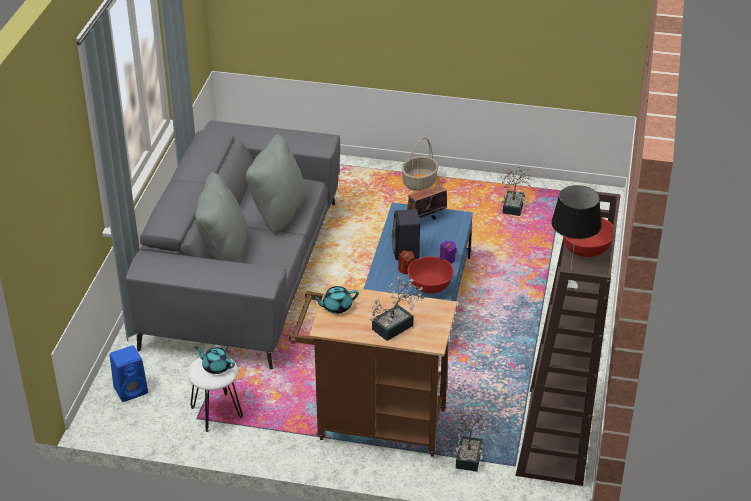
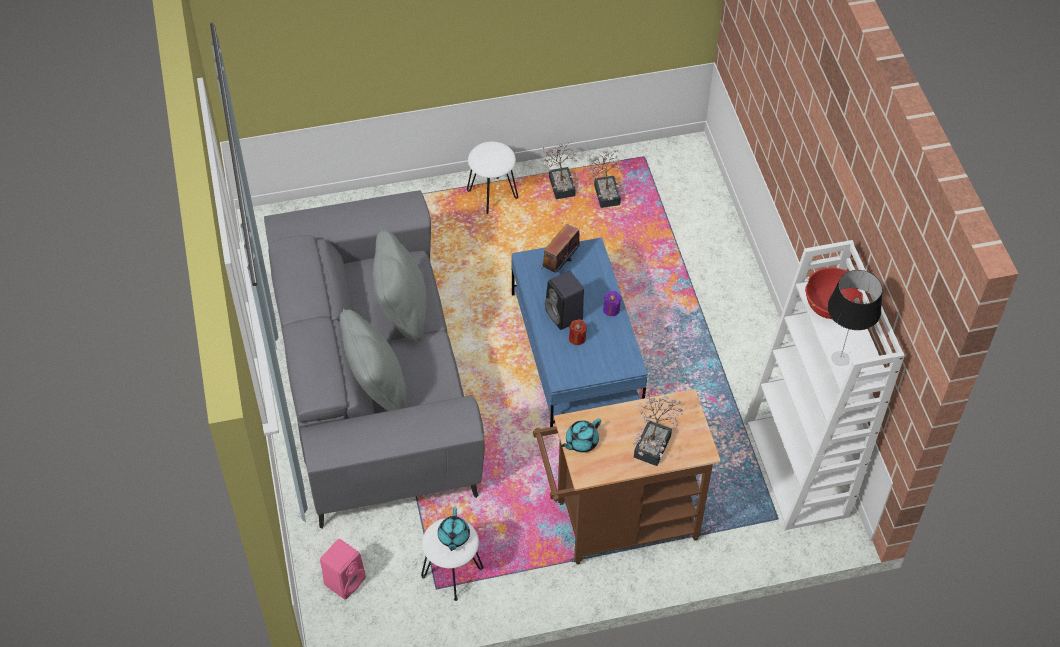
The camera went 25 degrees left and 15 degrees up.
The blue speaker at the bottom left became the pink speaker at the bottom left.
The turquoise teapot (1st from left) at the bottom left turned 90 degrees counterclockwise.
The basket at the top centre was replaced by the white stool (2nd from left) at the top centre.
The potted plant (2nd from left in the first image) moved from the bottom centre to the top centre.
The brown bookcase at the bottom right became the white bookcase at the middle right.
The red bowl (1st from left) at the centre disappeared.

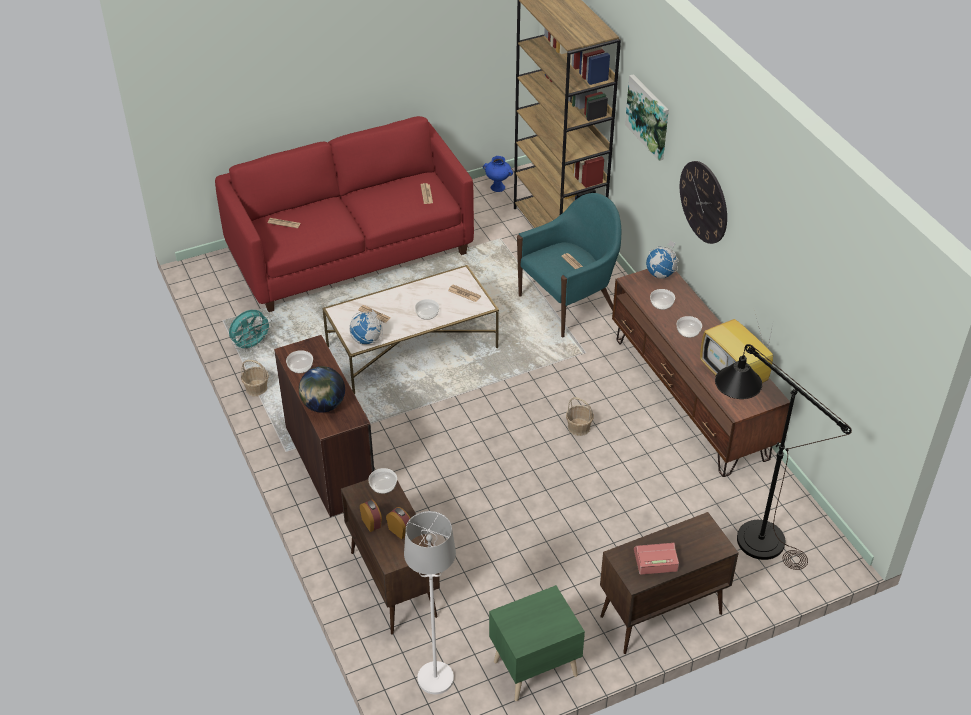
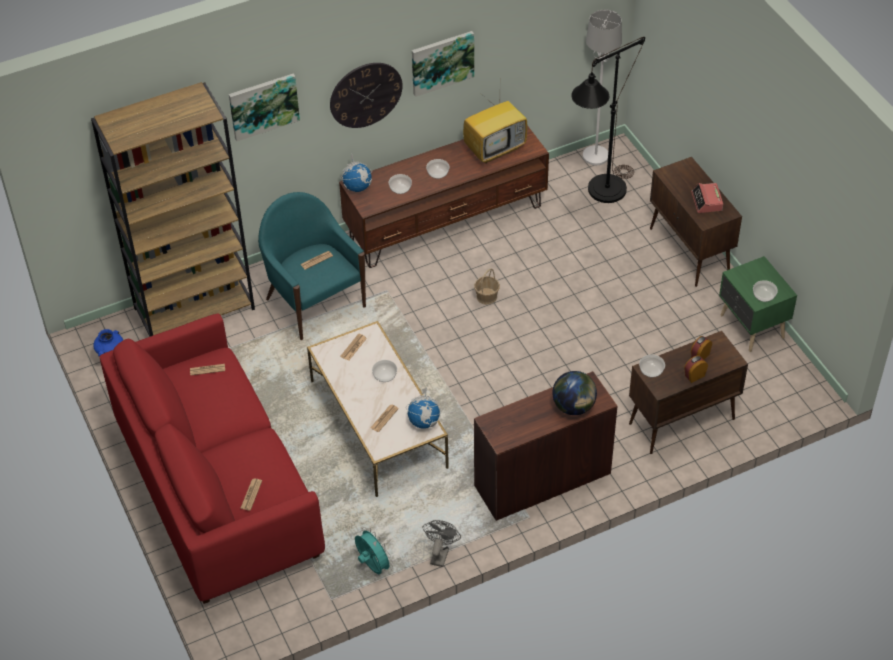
The camera went 90 degrees left and 5 degrees up.
The picture (2nd from left) at the top centre appeared.
The basket (1st from left) at the middle left was replaced by the grey fan at the bottom centre.
The white floor lamp moved from the bottom centre to the top right.
The bowl (1st from left in the first image) moved from the middle left to the middle right.

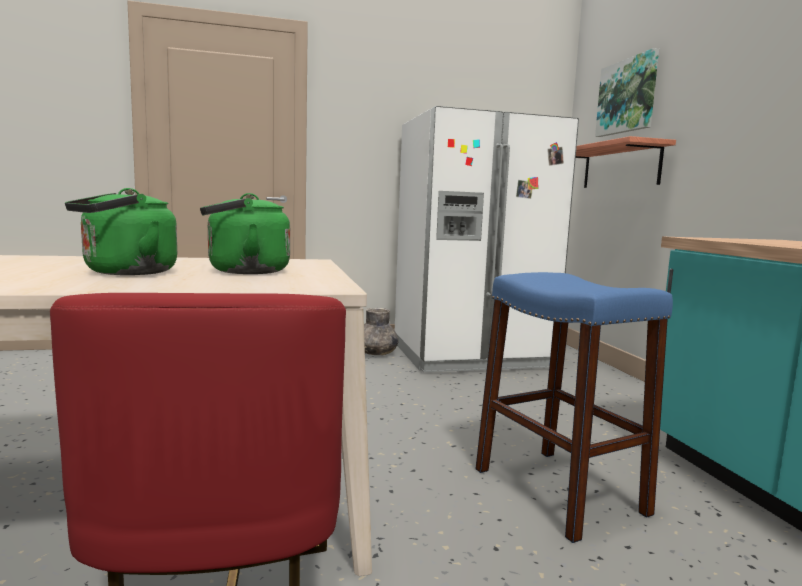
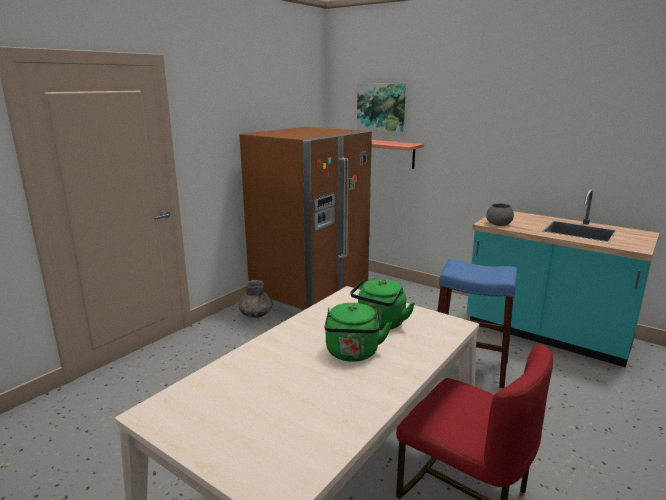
The camera went 40 degrees left and 10 degrees up.
The white fridge at the centre became the brown fridge at the centre.
The grey bowl at the middle right appeared.

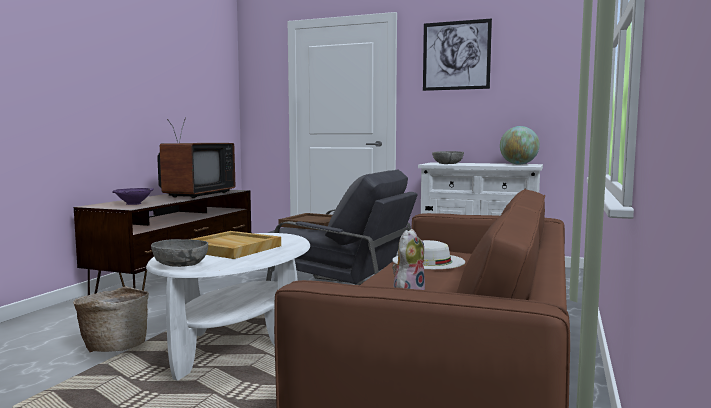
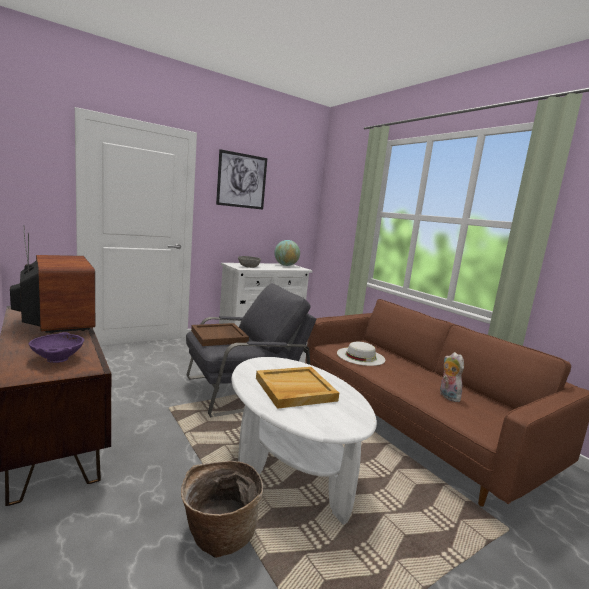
The camera went 55 degrees left and 5 degrees up.
The grey bowl (1st from left) at the middle left disappeared.

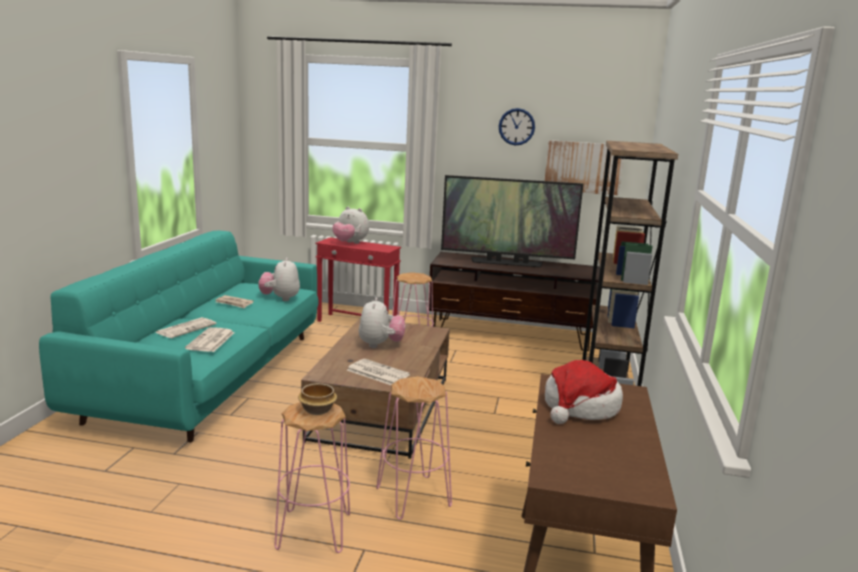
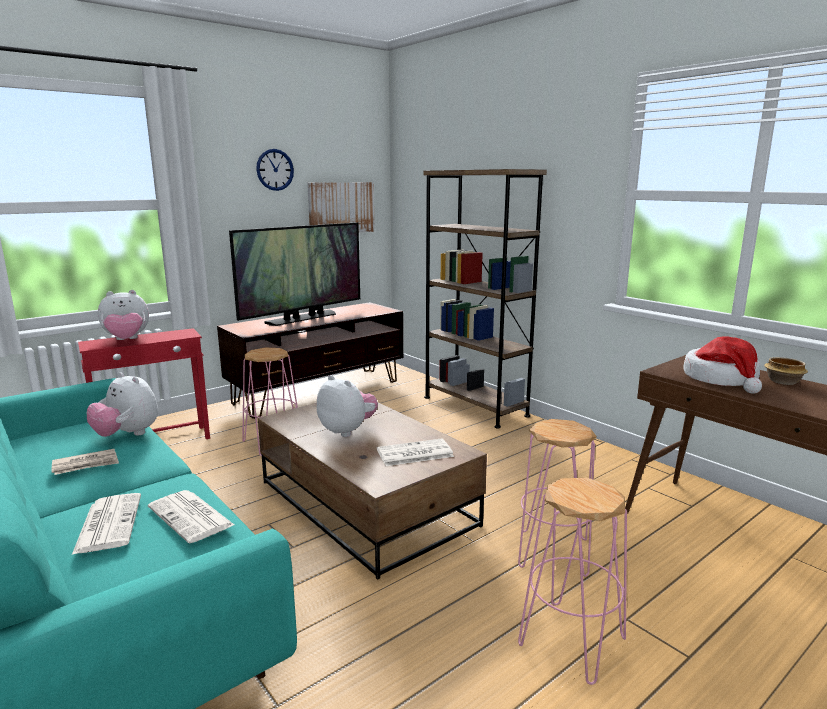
The camera went 50 degrees left and 0 degrees up.
The bowl moved from the bottom centre to the middle right.

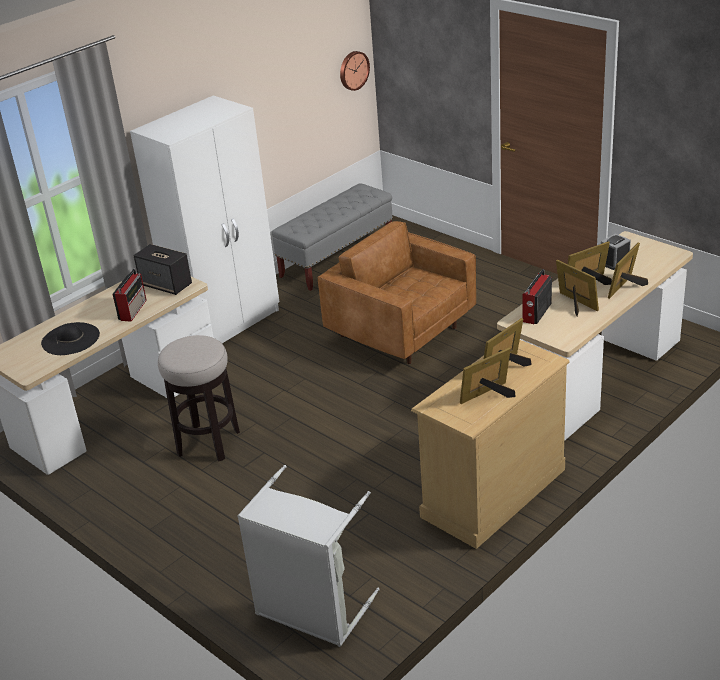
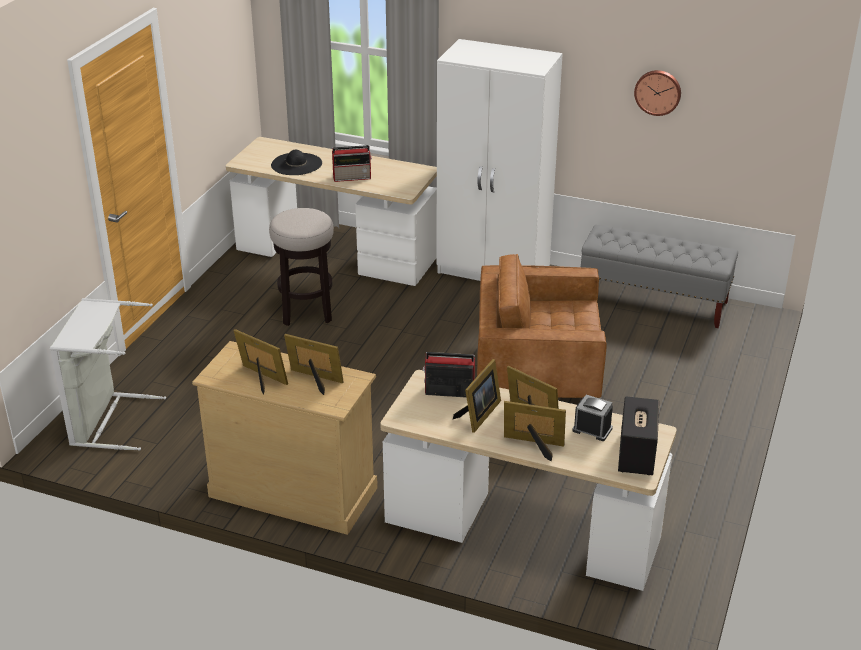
The camera went 65 degrees right and 0 degrees up.
The brown armchair at the centre turned 105 degrees counterclockwise.
The speaker moved from the middle left to the bottom right.
The wall clock moved from the top centre to the top right.

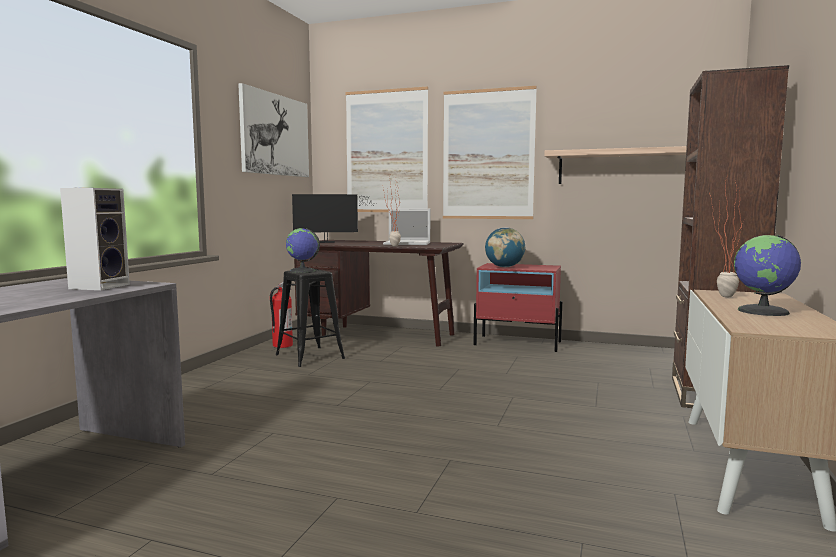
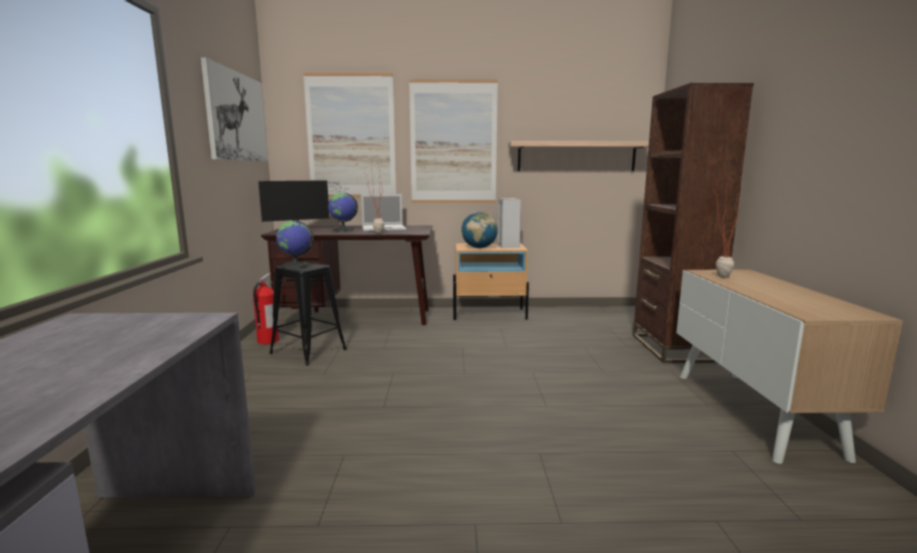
The camera went 20 degrees left and 5 degrees up.
The globe (3rd from left in the first image) moved from the middle right to the centre.
The red nightstand at the centre became the beige nightstand at the centre.
The speaker moved from the middle left to the centre.

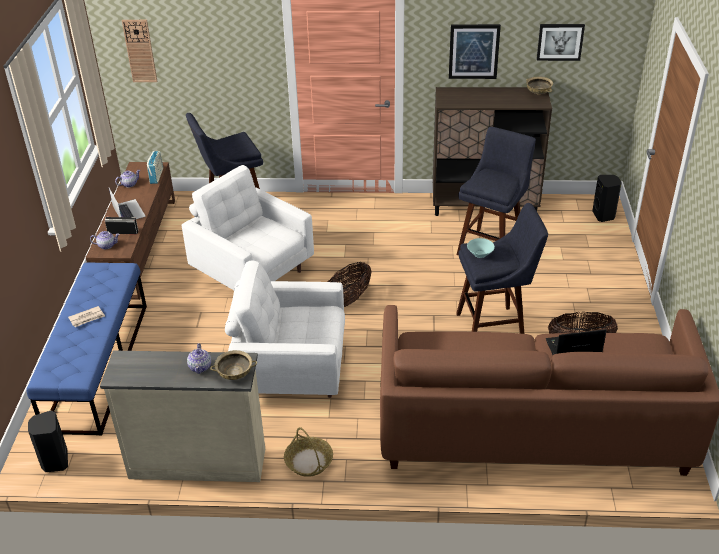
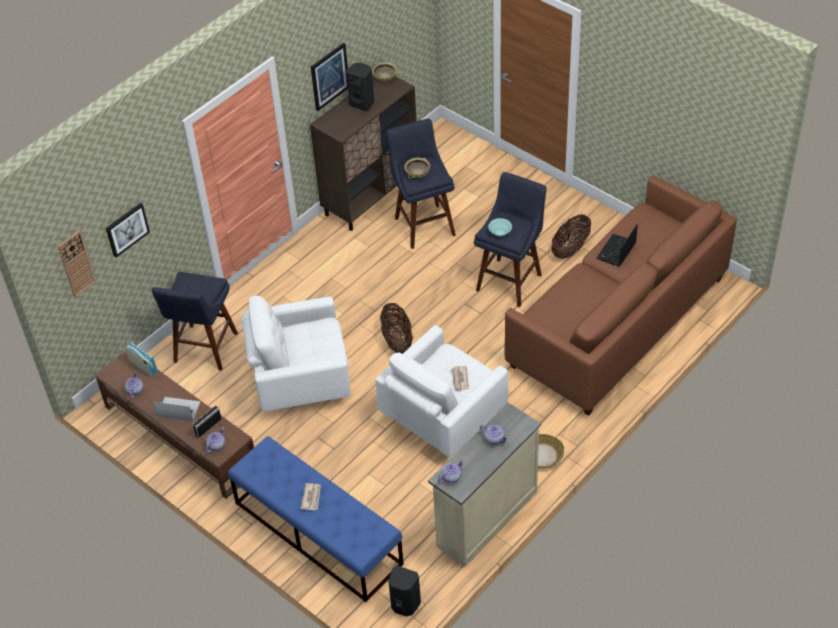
The camera went 50 degrees left and 10 degrees up.
The picture (2nd from left in the first image) moved from the top right to the middle left.
The black speaker (2nd from left in the first image) moved from the middle right to the top centre.
The beige bowl (1st from left in the first image) moved from the middle left to the top centre.
The teapot (3rd from left) at the bottom centre appeared.
The newspaper (2nd from left) at the centre appeared.

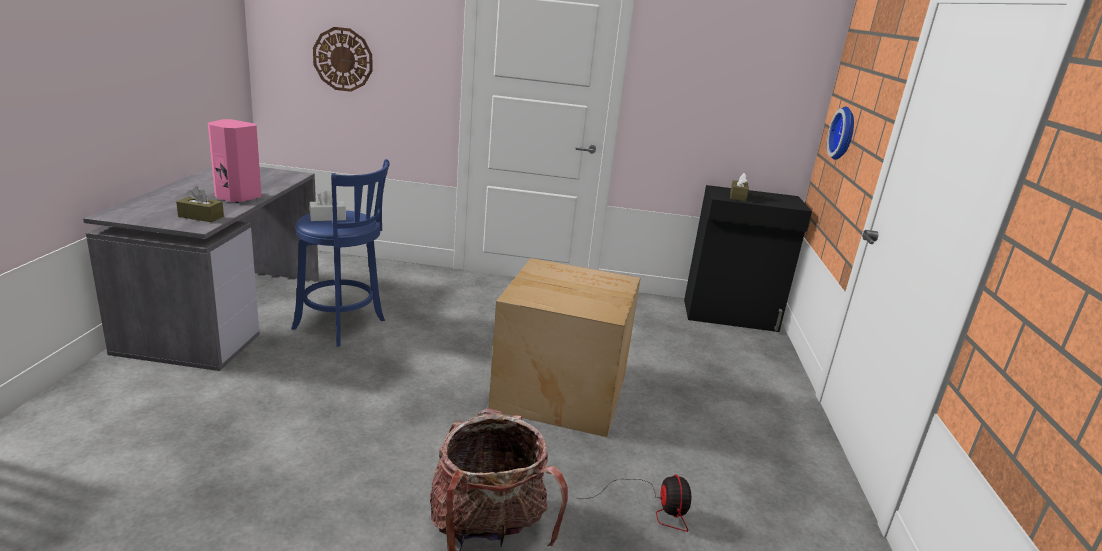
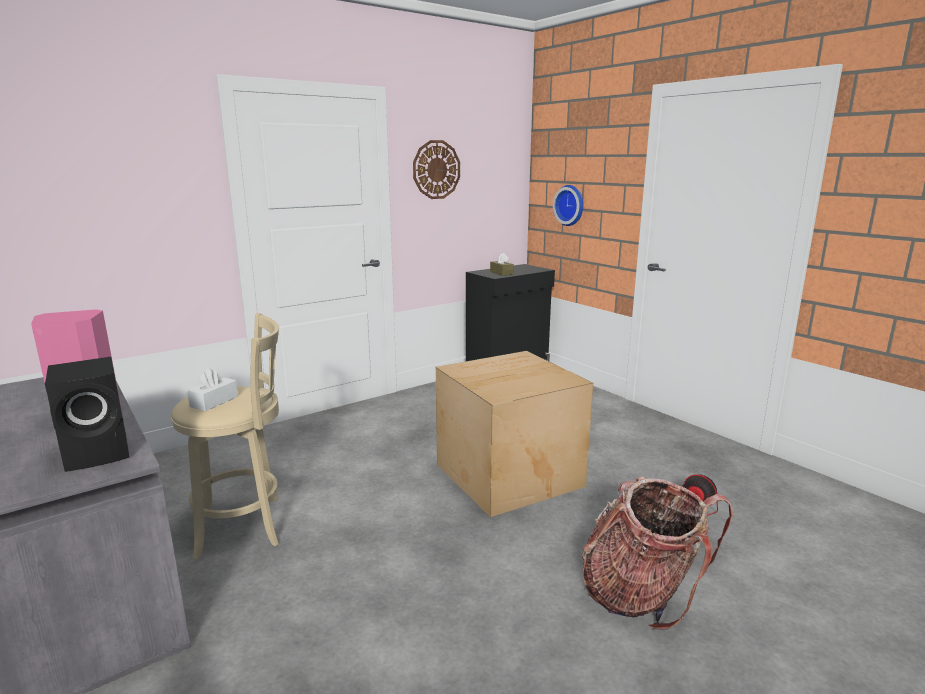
The camera went 40 degrees left and 5 degrees down.
The brown tissue box (1st from left) at the middle left was replaced by the black speaker at the middle left.
The blue stool at the middle left became the beige stool at the middle left.
The wall clock (1st from left) moved from the top left to the top centre.

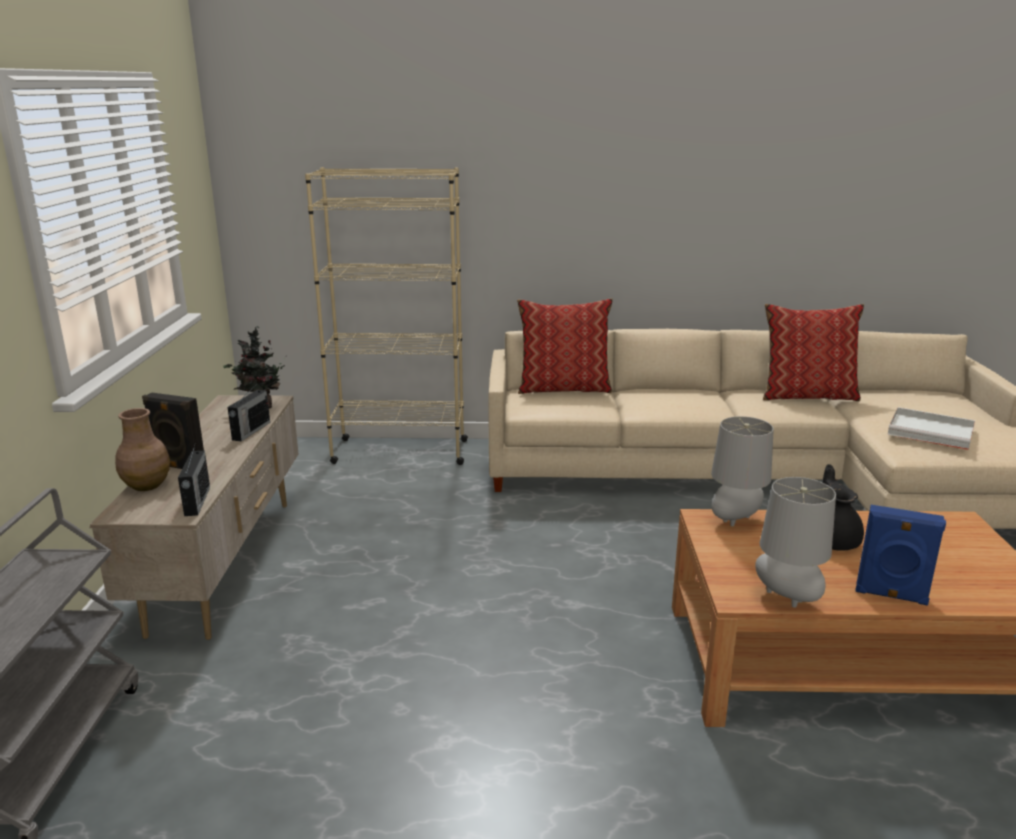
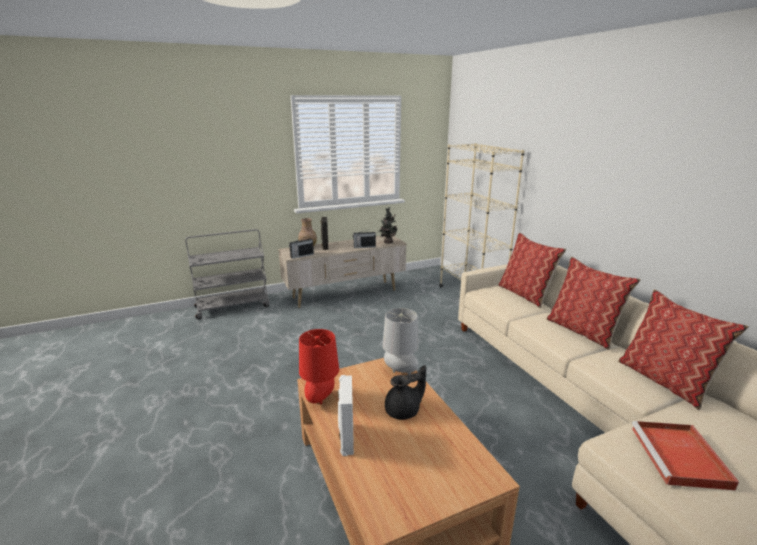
The camera went 65 degrees right and 0 degrees up.
The grey table lamp (2nd from left) at the middle right became the red table lamp at the bottom centre.
The blue speaker at the middle right became the white speaker at the bottom centre.
The pillow (2nd from left) at the middle right appeared.
The white tray at the middle right became the red tray at the bottom right.

